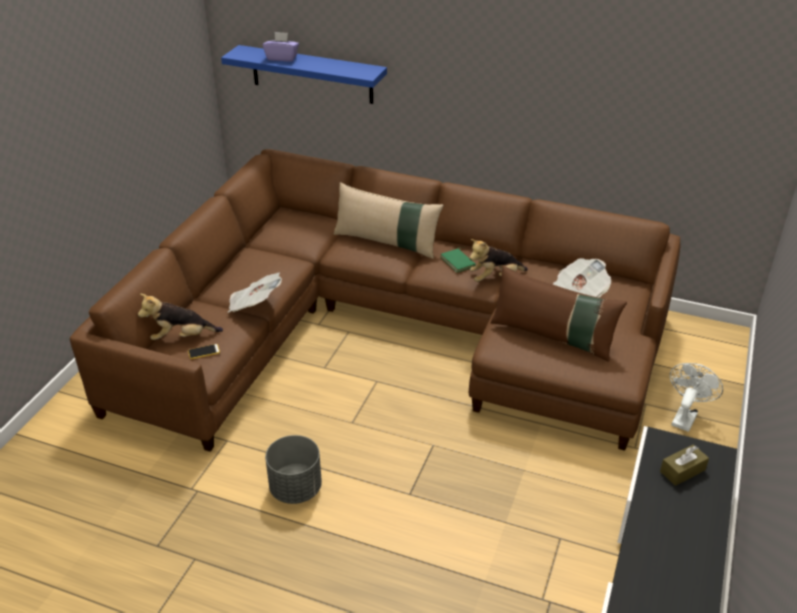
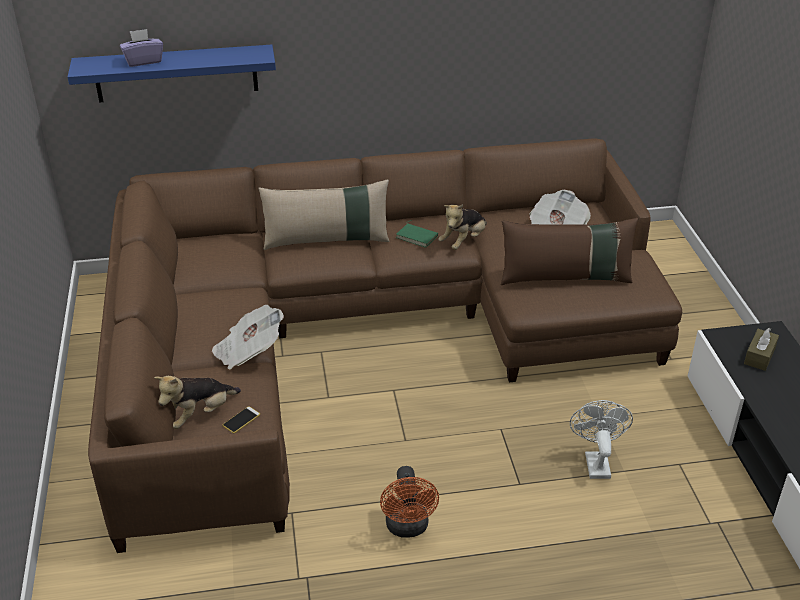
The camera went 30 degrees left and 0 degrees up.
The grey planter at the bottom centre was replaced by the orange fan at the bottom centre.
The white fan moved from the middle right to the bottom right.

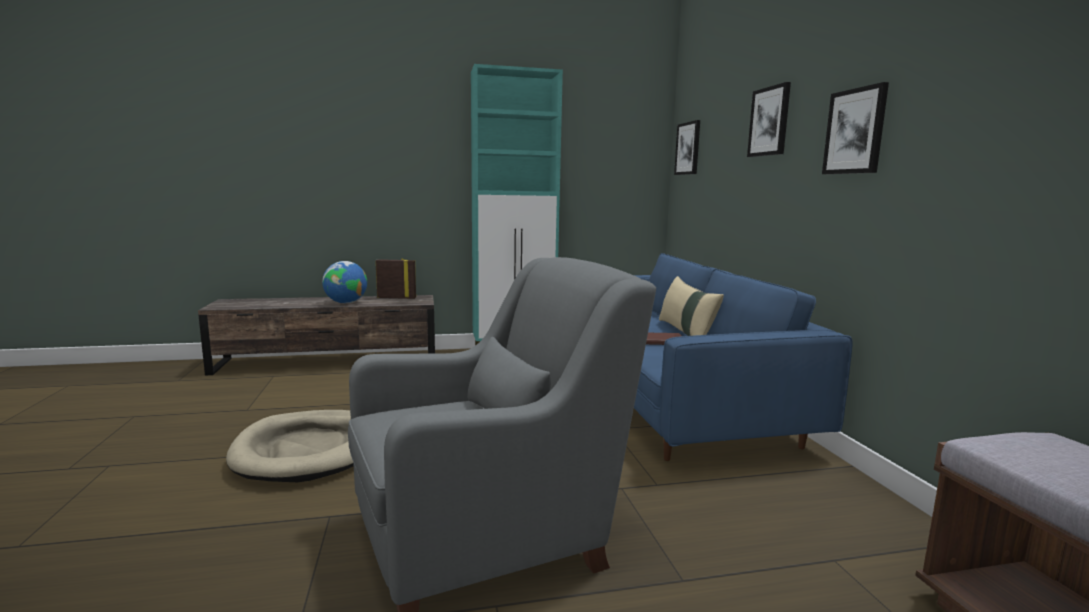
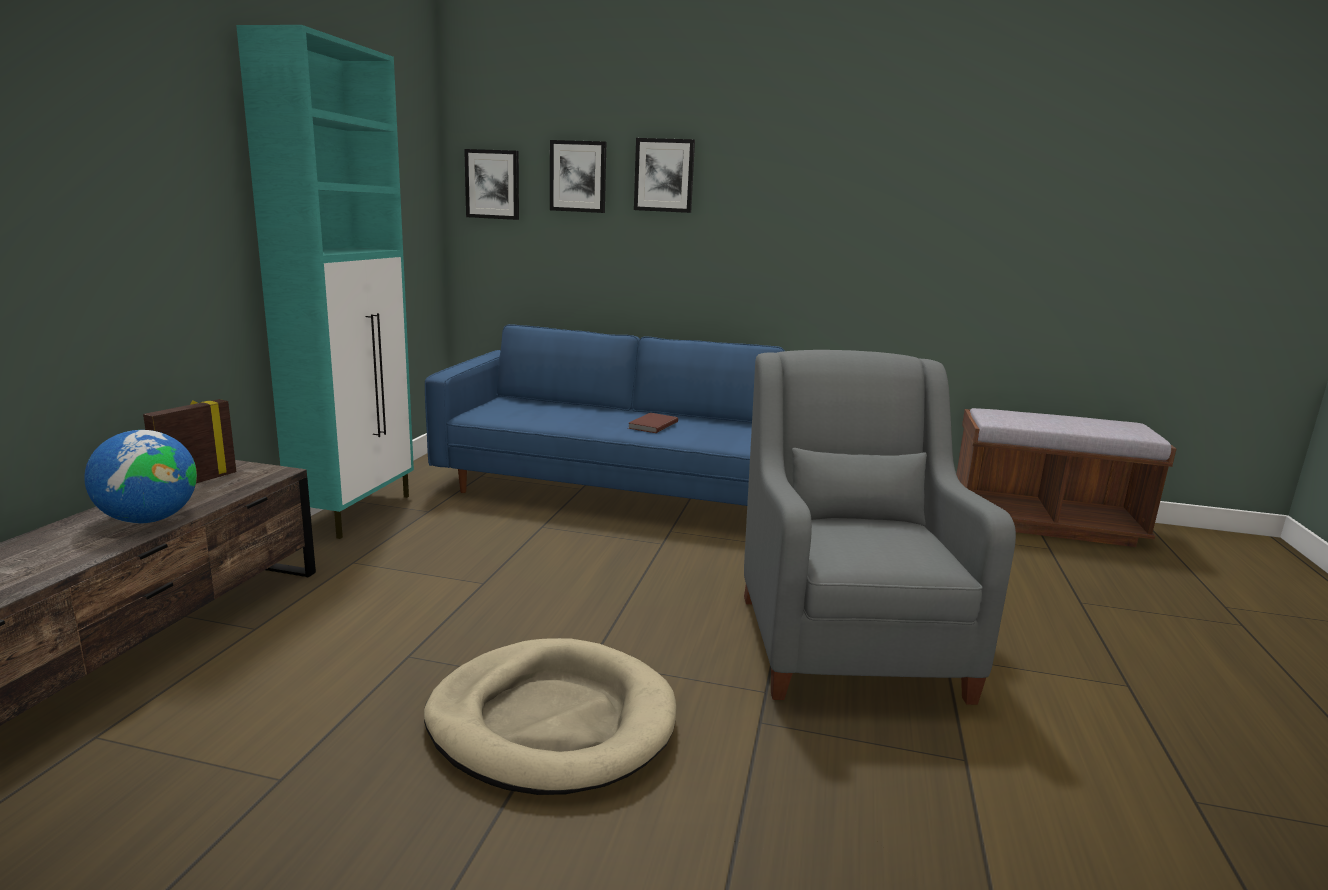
The camera went 65 degrees left and 5 degrees up.
The picture (3rd from left in the first image) moved from the top right to the top centre.
The beige pillow at the centre disappeared.

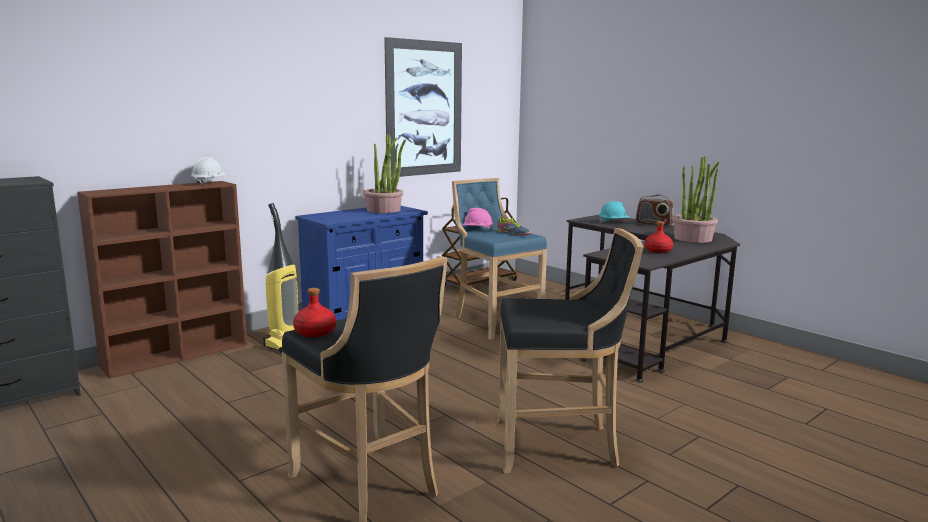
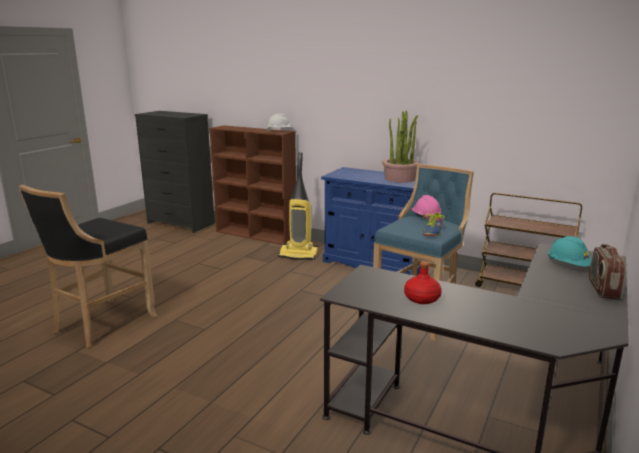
The camera went 70 degrees right and 5 degrees up.
The red bottle (1st from left) at the centre disappeared.
The picture at the top centre disappeared.
The black stool (2nd from left) at the bottom centre disappeared.
The potted plant (2nd from left) at the middle right disappeared.

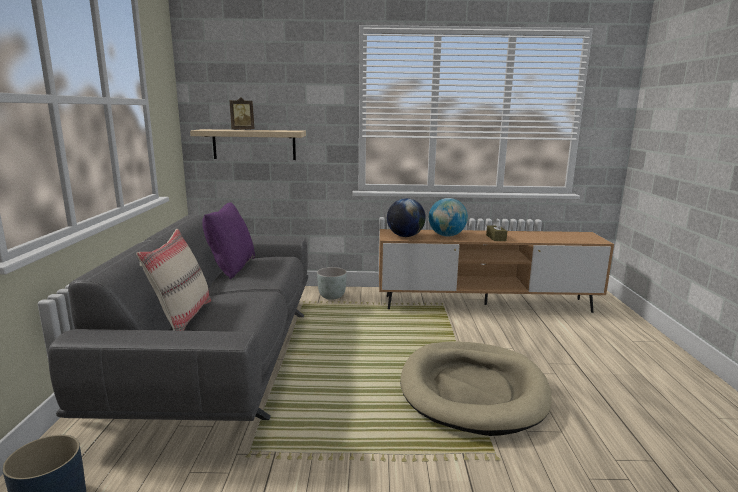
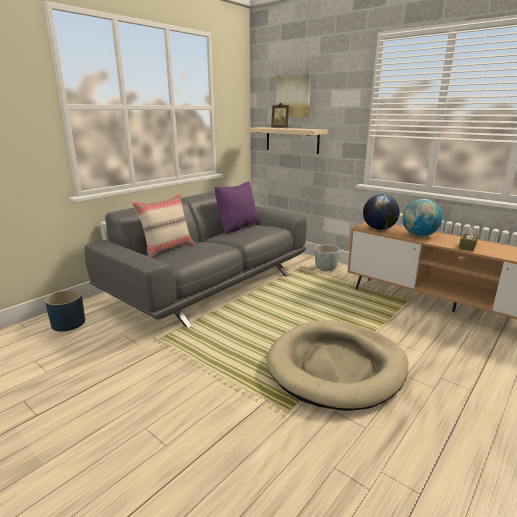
The camera went 40 degrees right and 5 degrees up.
The picture at the top centre appeared.

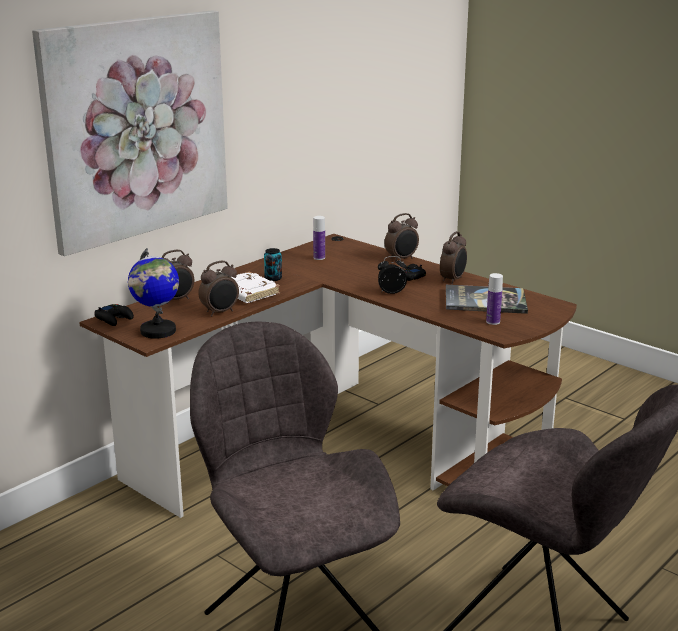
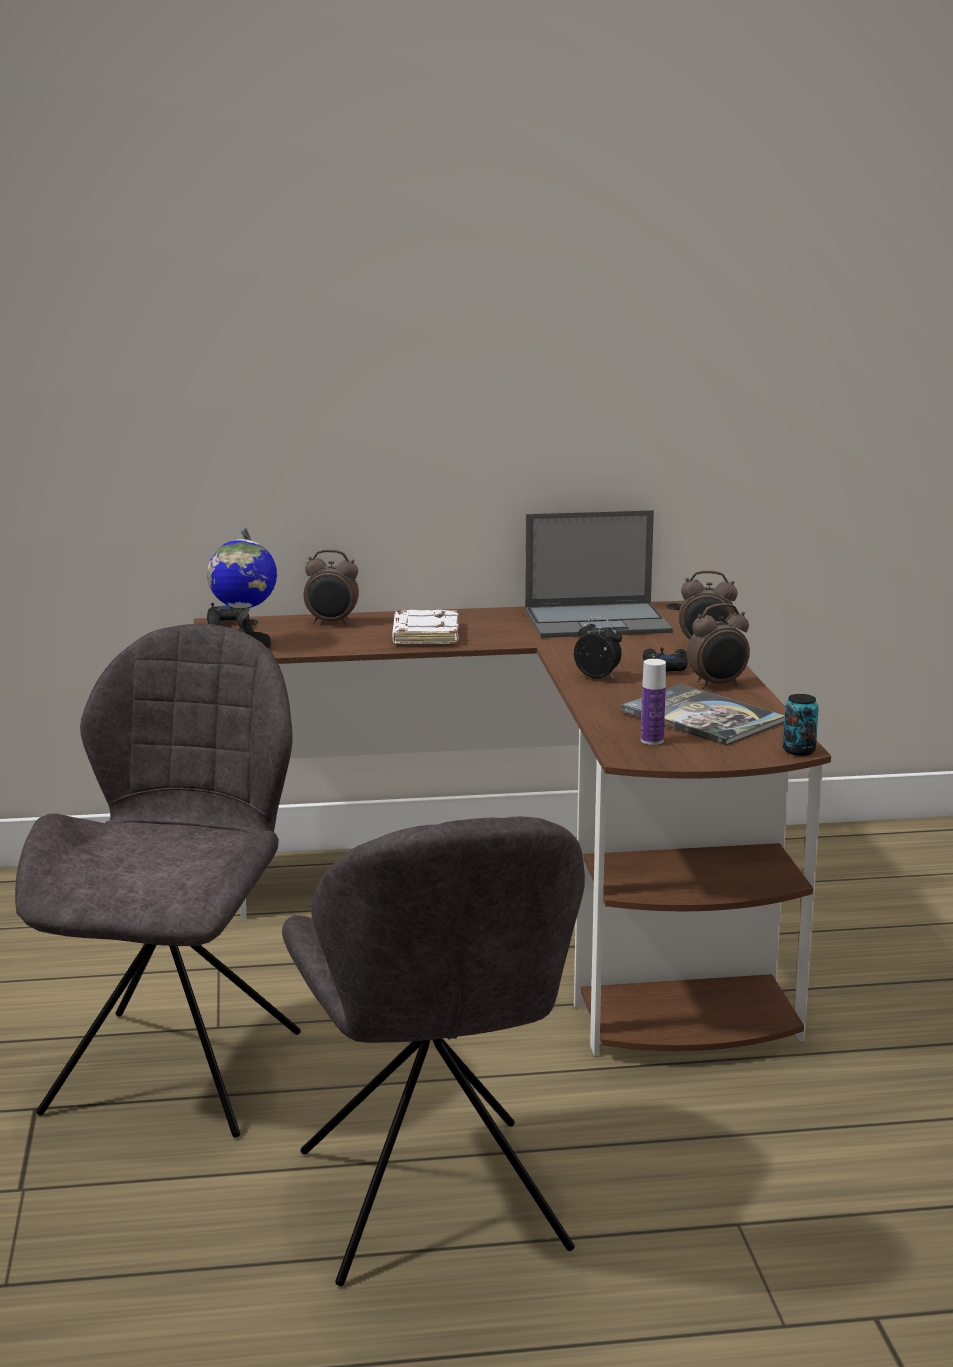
The camera went 40 degrees right and 5 degrees down.
The bottle (1st from left) at the centre was replaced by the laptop at the centre.
The can moved from the centre to the middle right.
The picture at the top left disappeared.
The alarm clock (2nd from left) at the middle left disappeared.

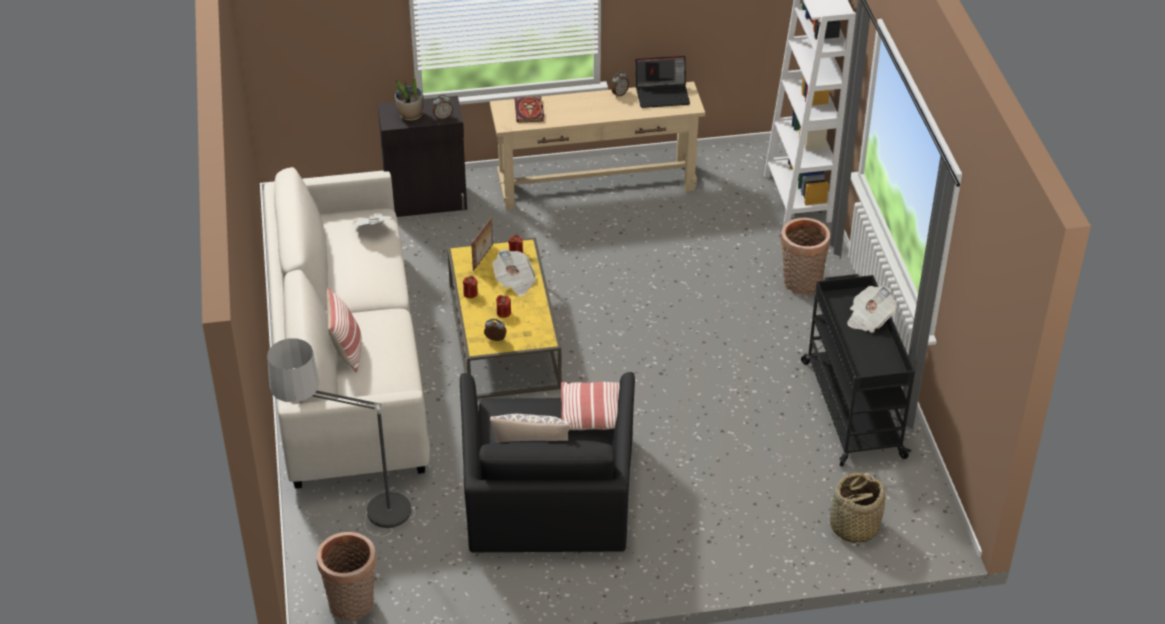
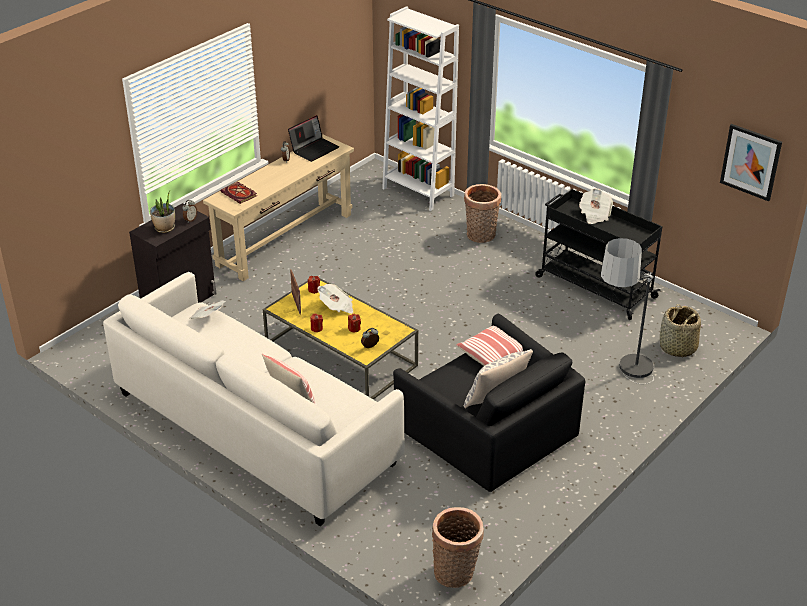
The camera went 40 degrees left and 5 degrees down.
The floor lamp moved from the bottom left to the middle right.
The picture at the top right appeared.

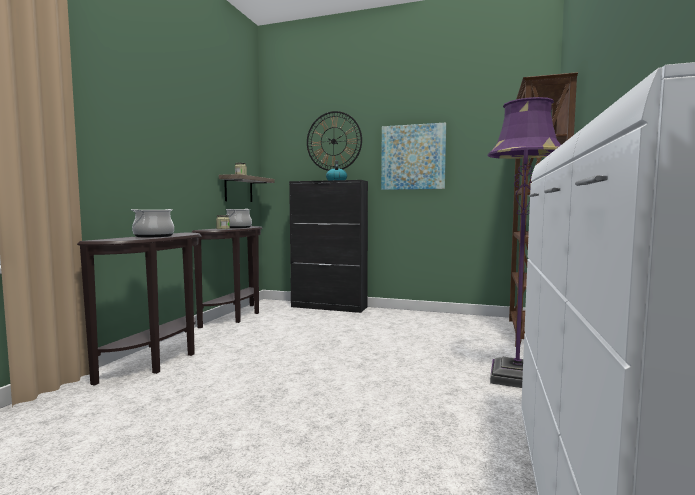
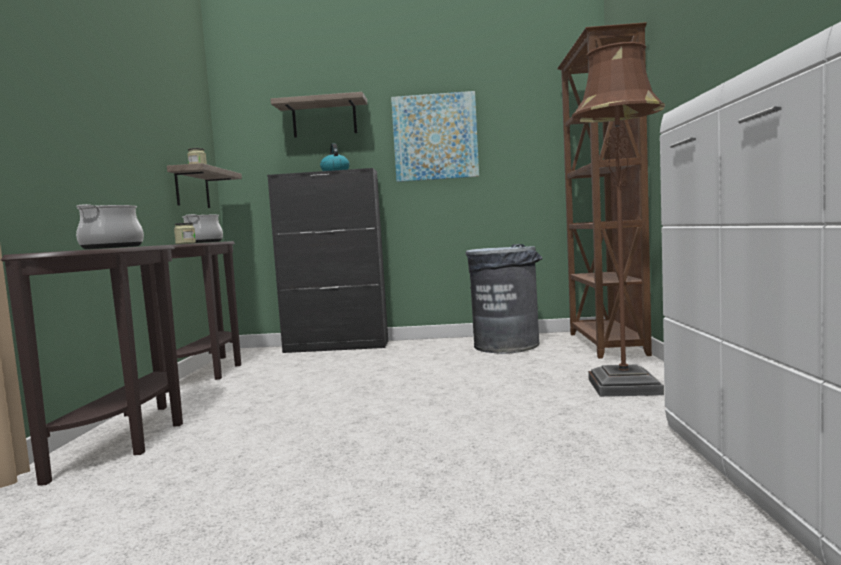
The camera went 15 degrees left and 0 degrees up.
The wall clock at the top centre was replaced by the shelf (2nd from left) at the top centre.
The grey trash can at the centre appeared.
The purple floor lamp at the middle right became the brown floor lamp at the middle right.

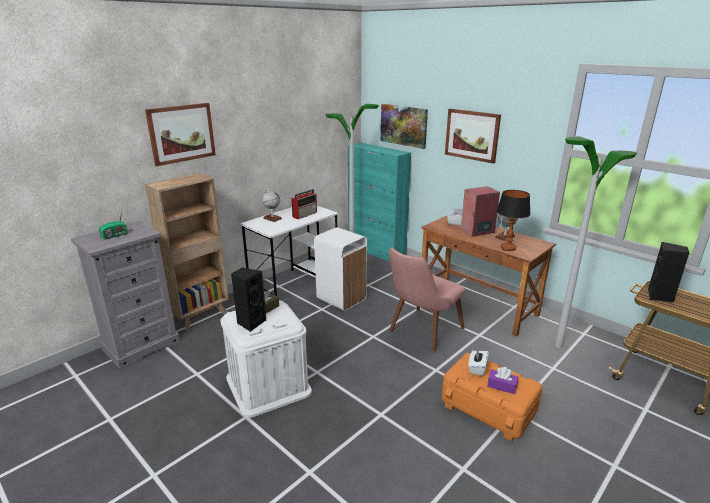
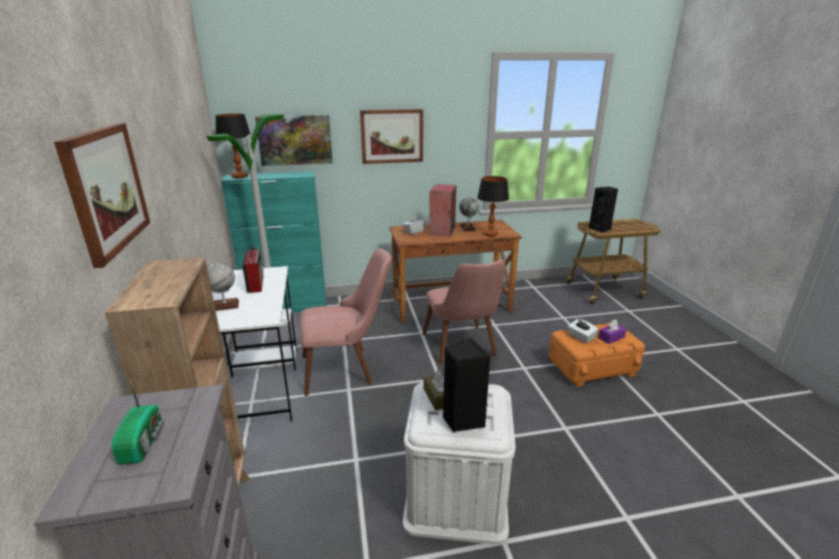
The camera went 55 degrees left and 0 degrees up.
The table lamp (1st from left) at the top left appeared.
The white trash can at the centre was replaced by the pink chair (1st from left) at the centre.
The floor lamp (2nd from left) at the middle right disappeared.

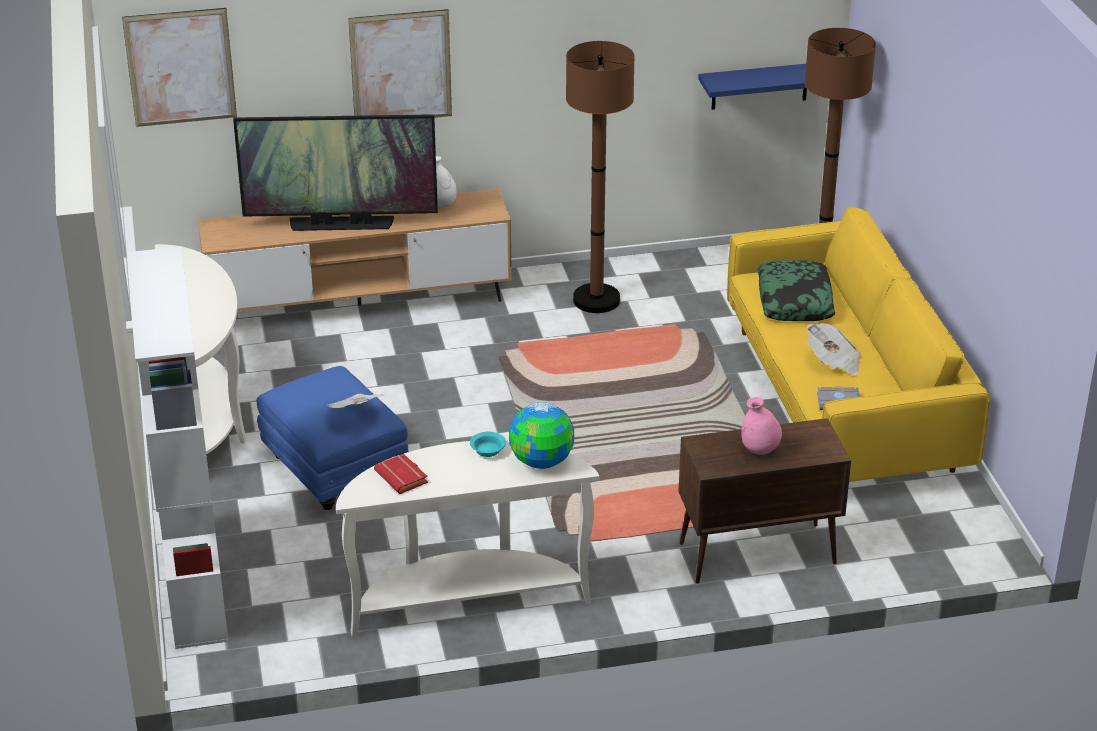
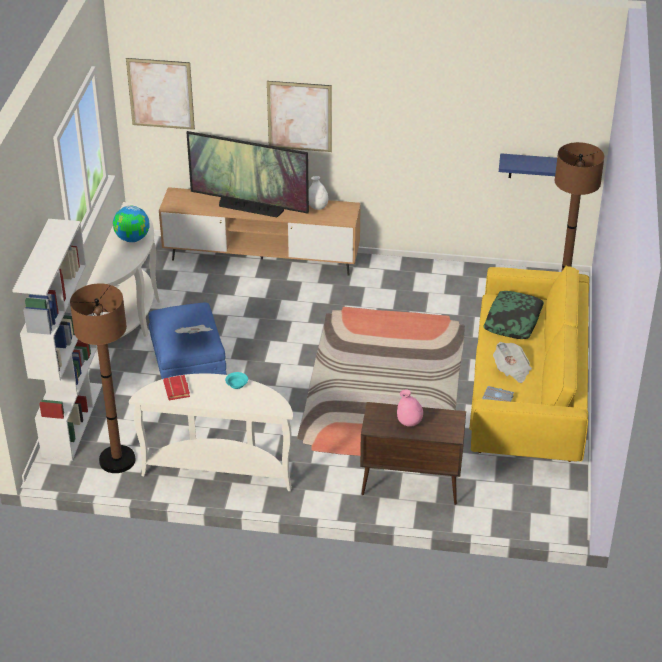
The camera went 20 degrees right and 5 degrees up.
The brown floor lamp (1st from left) moved from the top centre to the middle left.
The globe moved from the centre to the middle left.

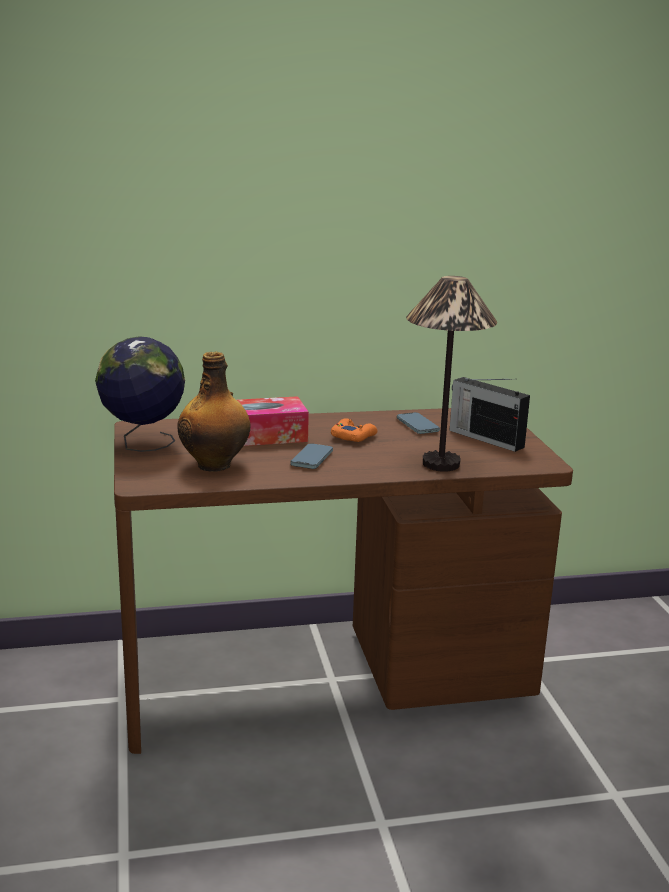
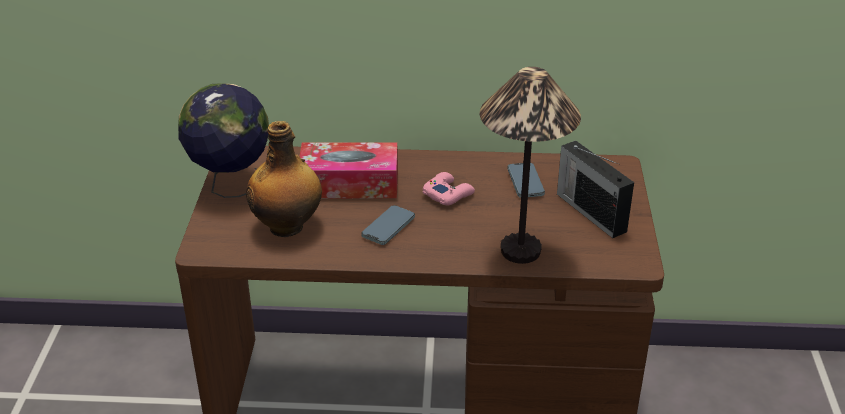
The camera went 15 degrees right and 15 degrees up.
The orange game controller at the centre became the pink game controller at the centre.

